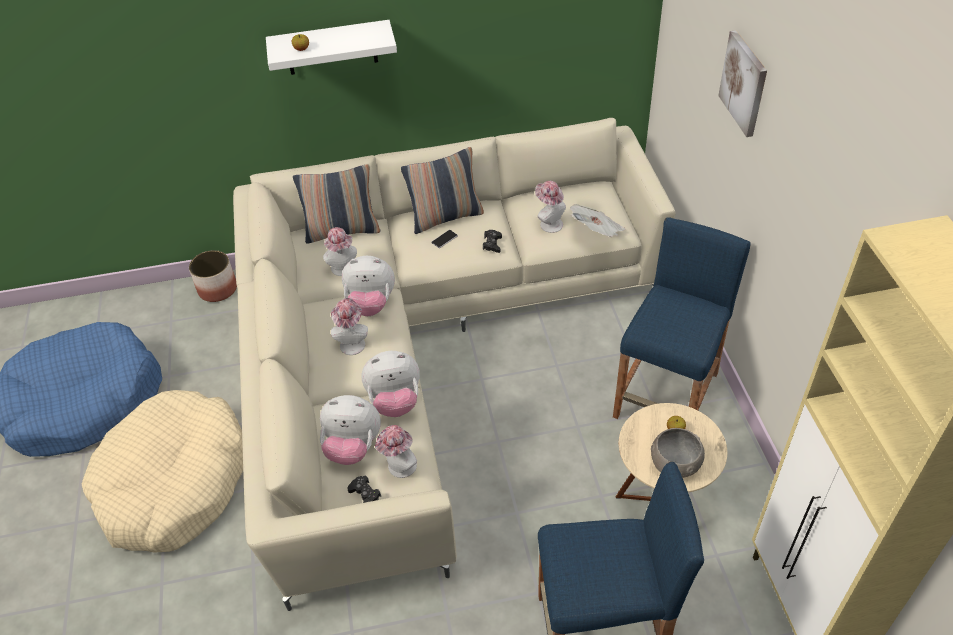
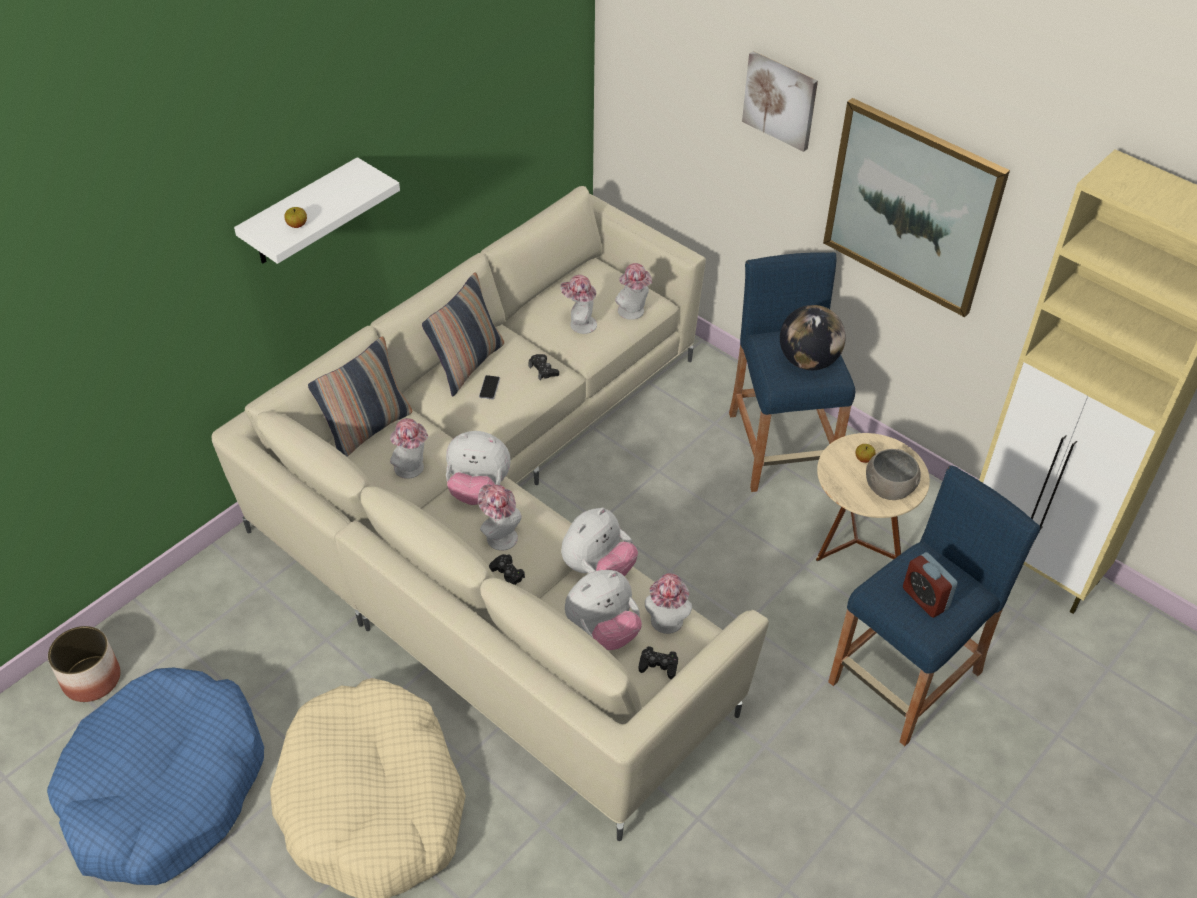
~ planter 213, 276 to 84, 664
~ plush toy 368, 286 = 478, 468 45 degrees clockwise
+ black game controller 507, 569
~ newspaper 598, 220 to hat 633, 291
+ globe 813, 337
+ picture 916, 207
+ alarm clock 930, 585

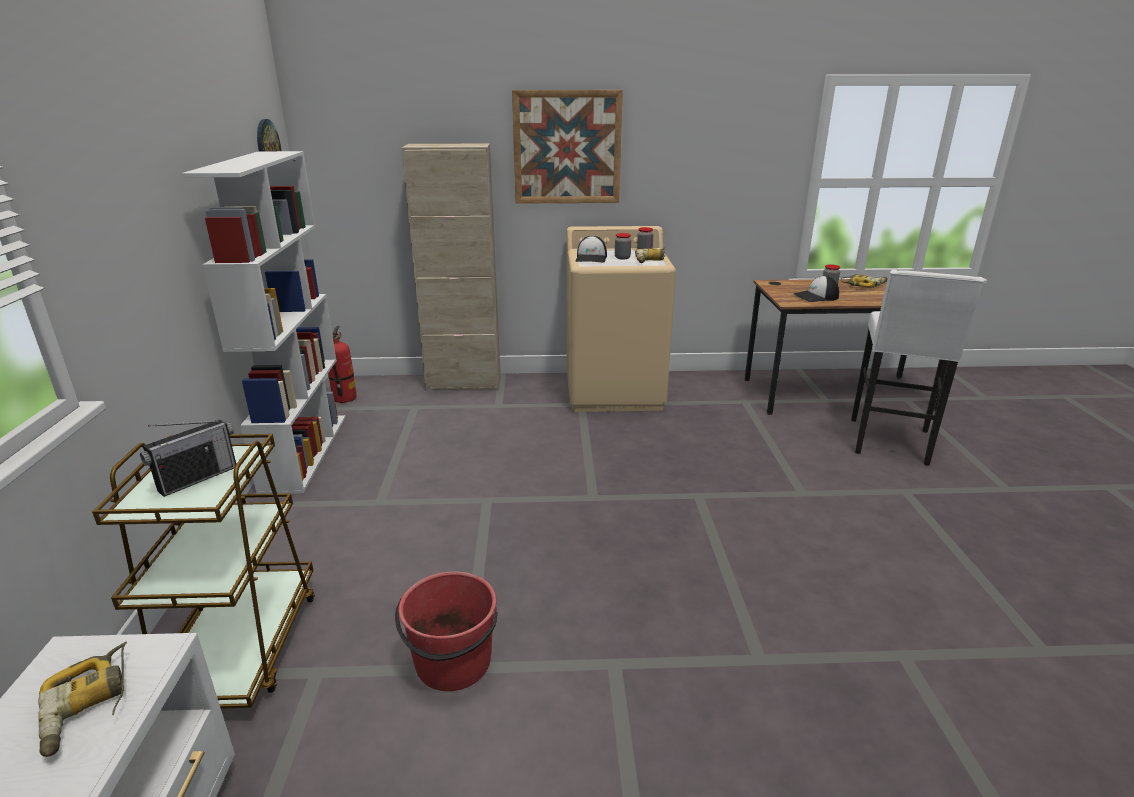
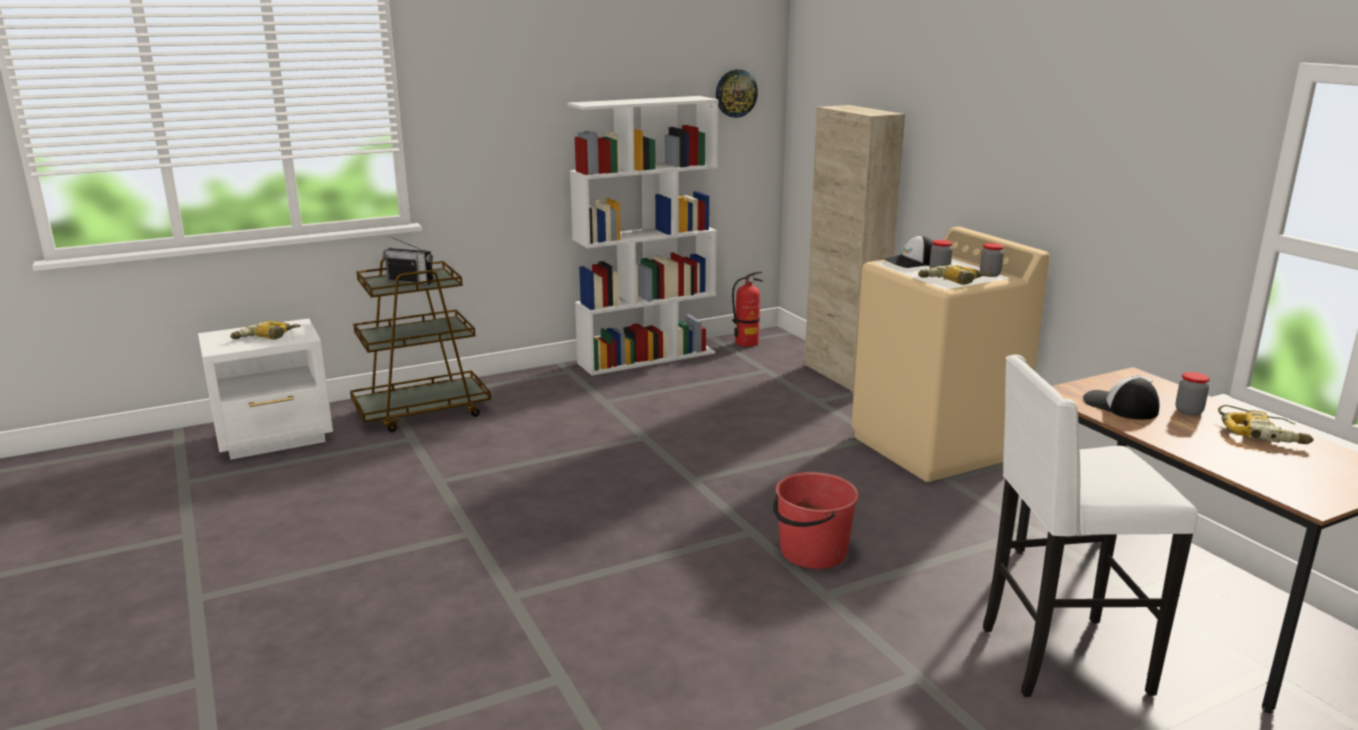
~ red bucket 446, 631 to 816, 520
- picture 567, 147

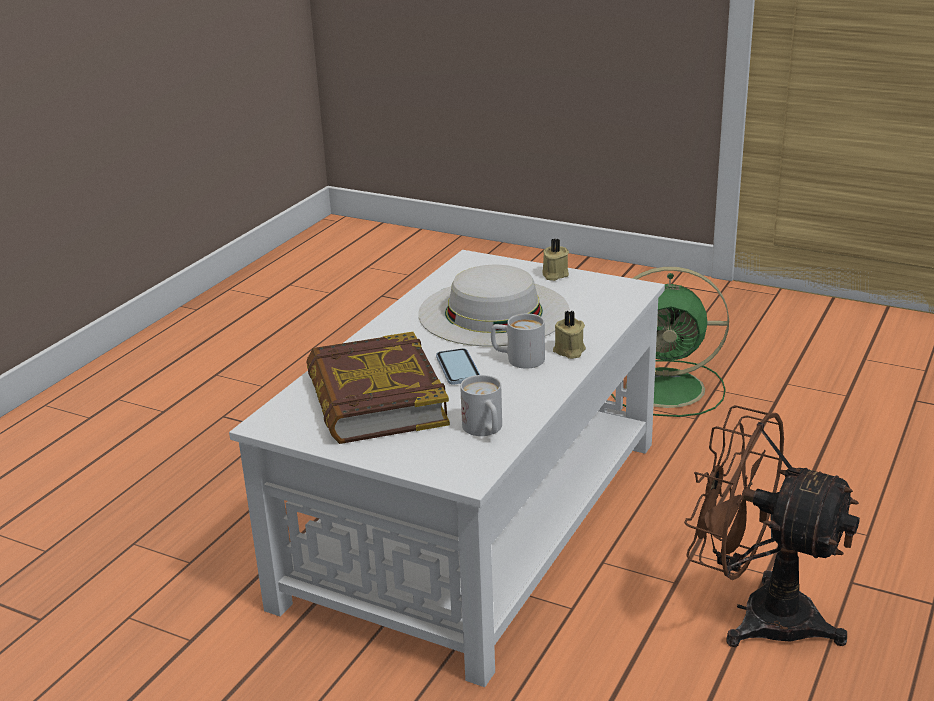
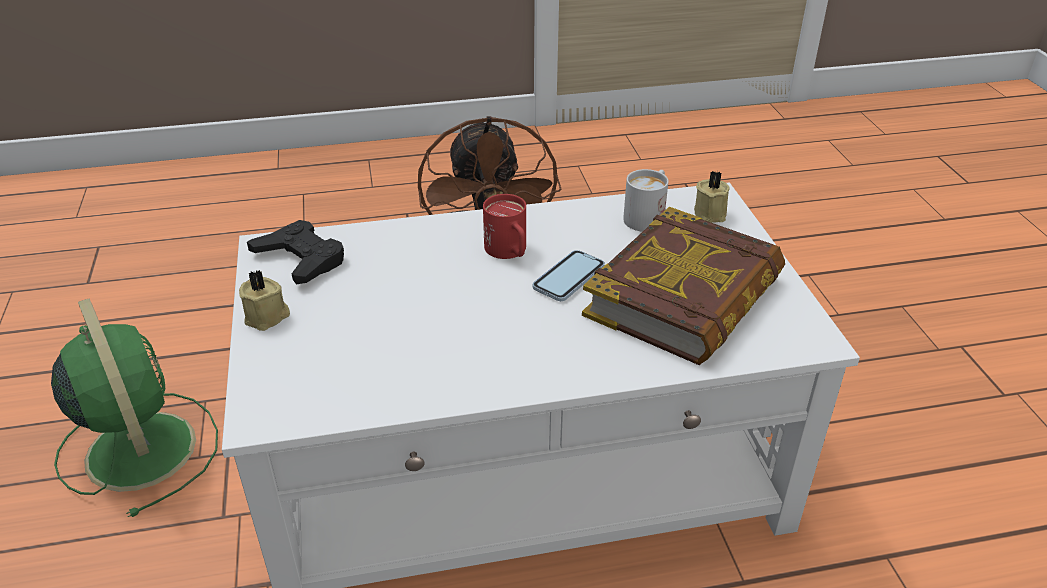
+ black game controller 295, 252
~ white mug 518, 341 to red mug 504, 226
~ beige candle 569, 334 to 712, 197
- white hat 494, 306

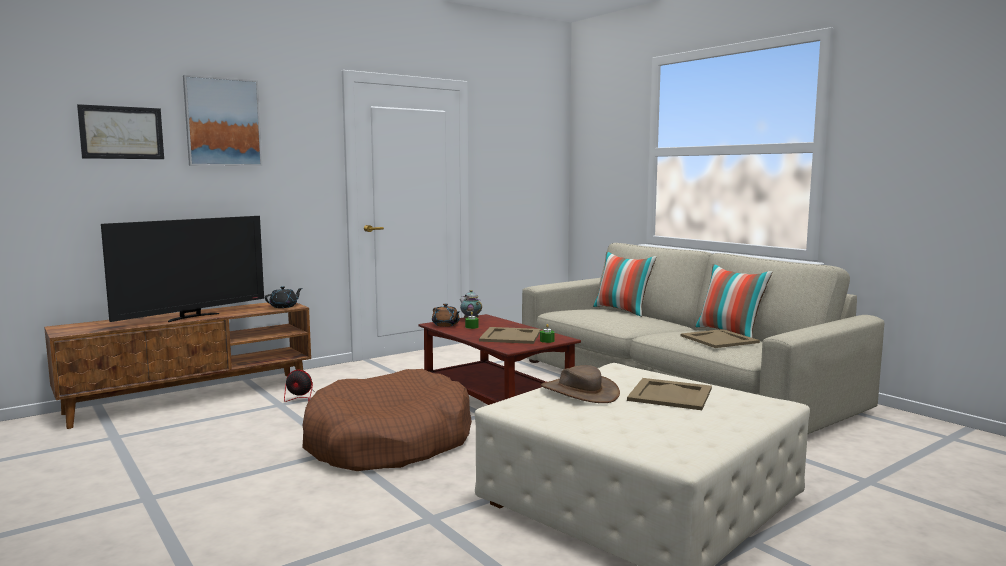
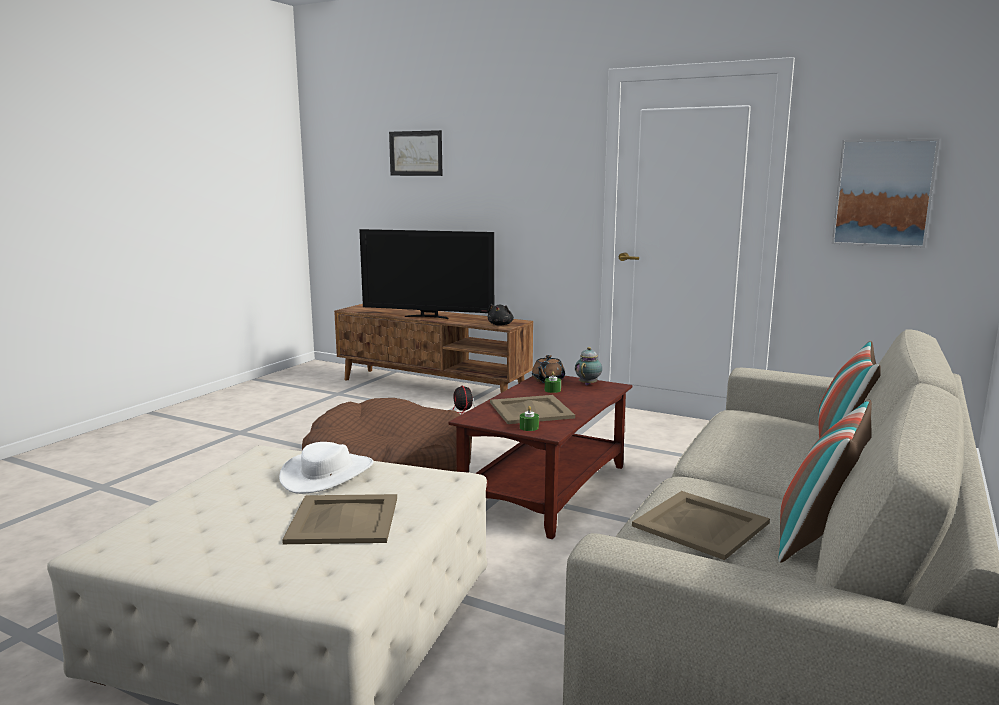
~ brown hat 580, 384 to white hat 326, 468
~ black teapot 283, 297 to black plush toy 501, 315
~ picture 222, 120 to 886, 193

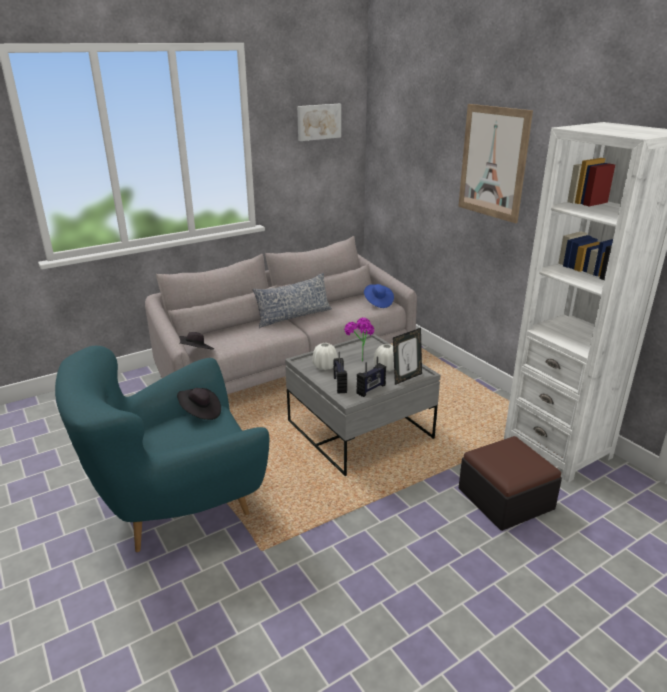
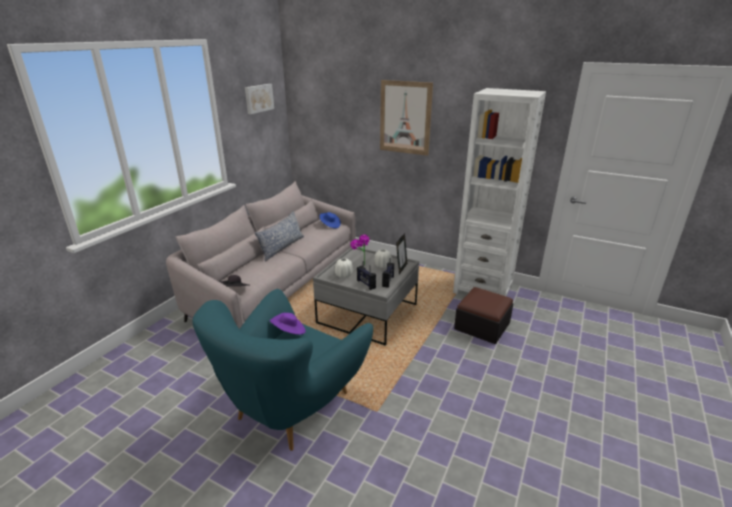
~ black hat 199, 404 to purple hat 288, 324

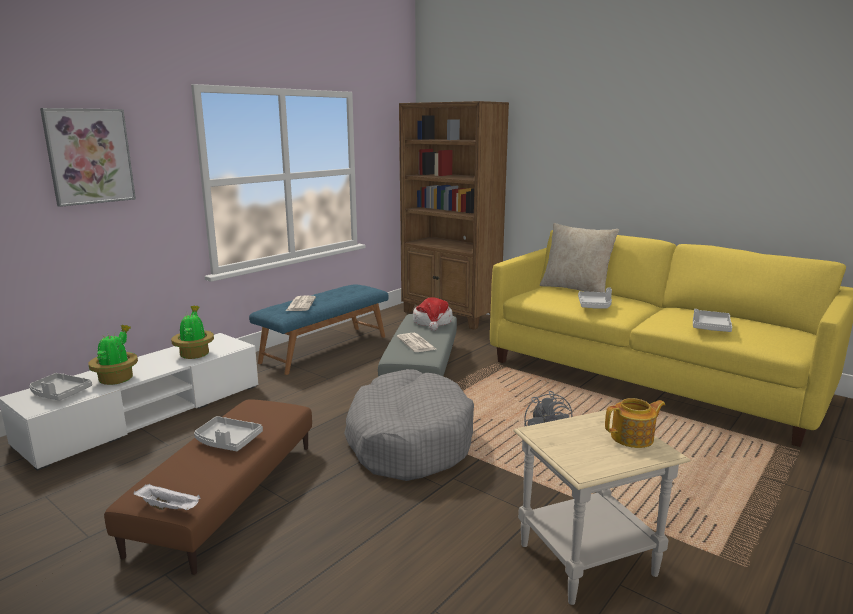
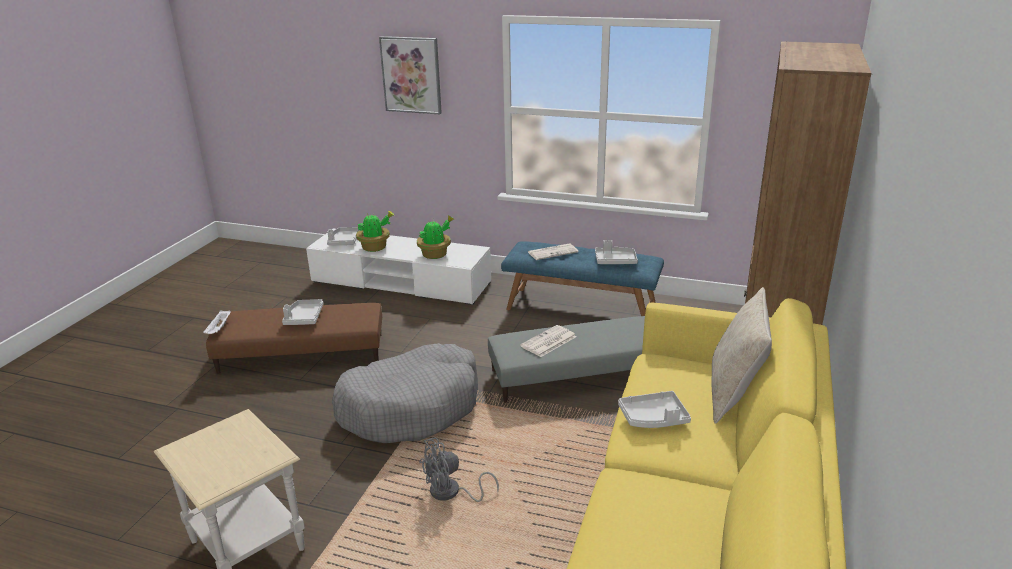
~ grey tray 712, 320 to 616, 252
- hat 433, 314
- teapot 635, 423

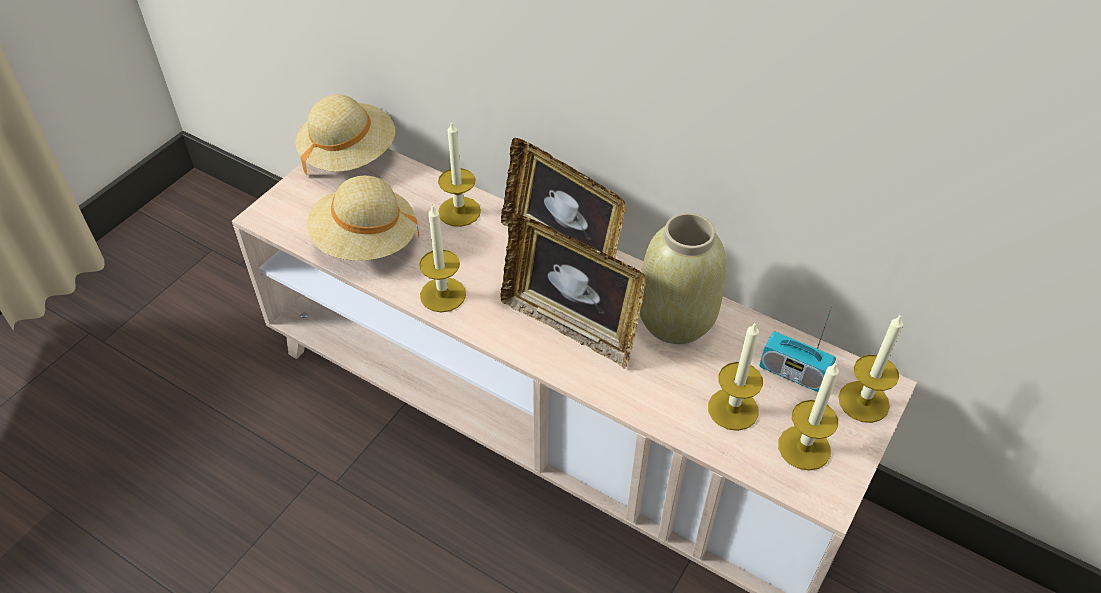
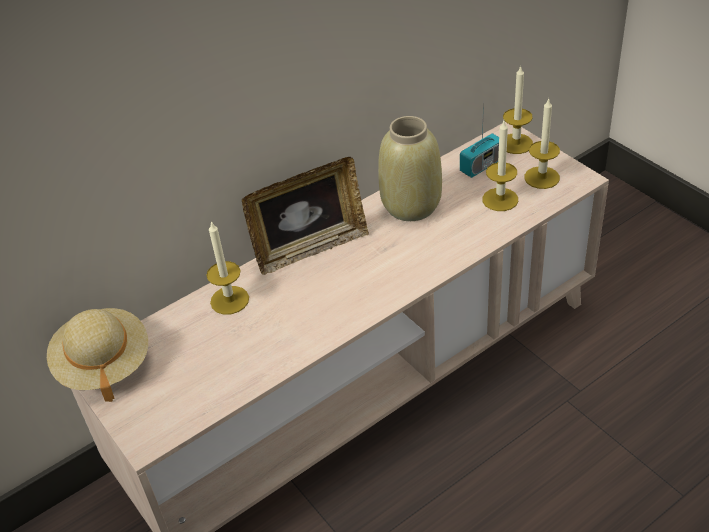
- beige hat 363, 218
- candle 442, 258
- picture frame 573, 291

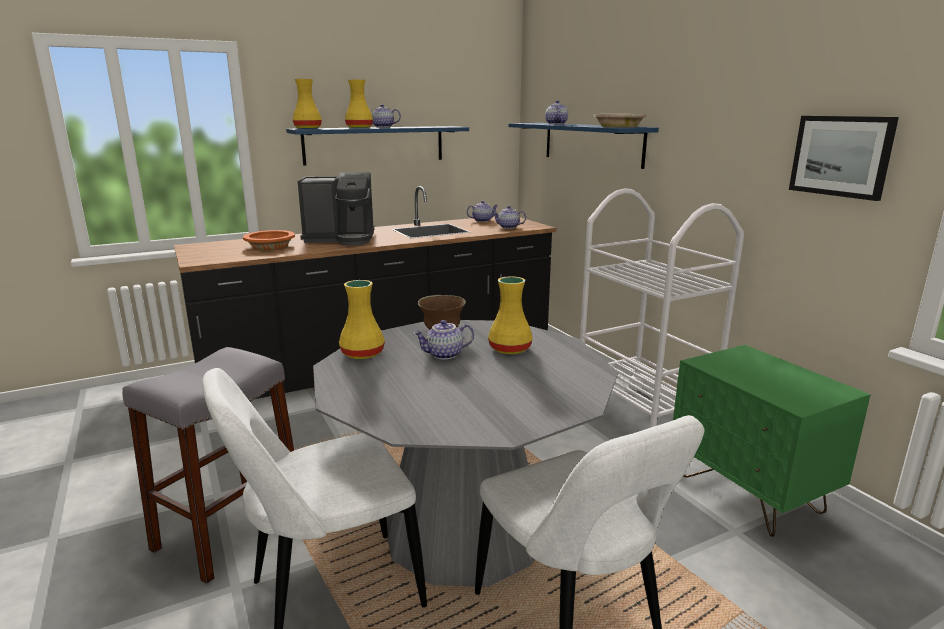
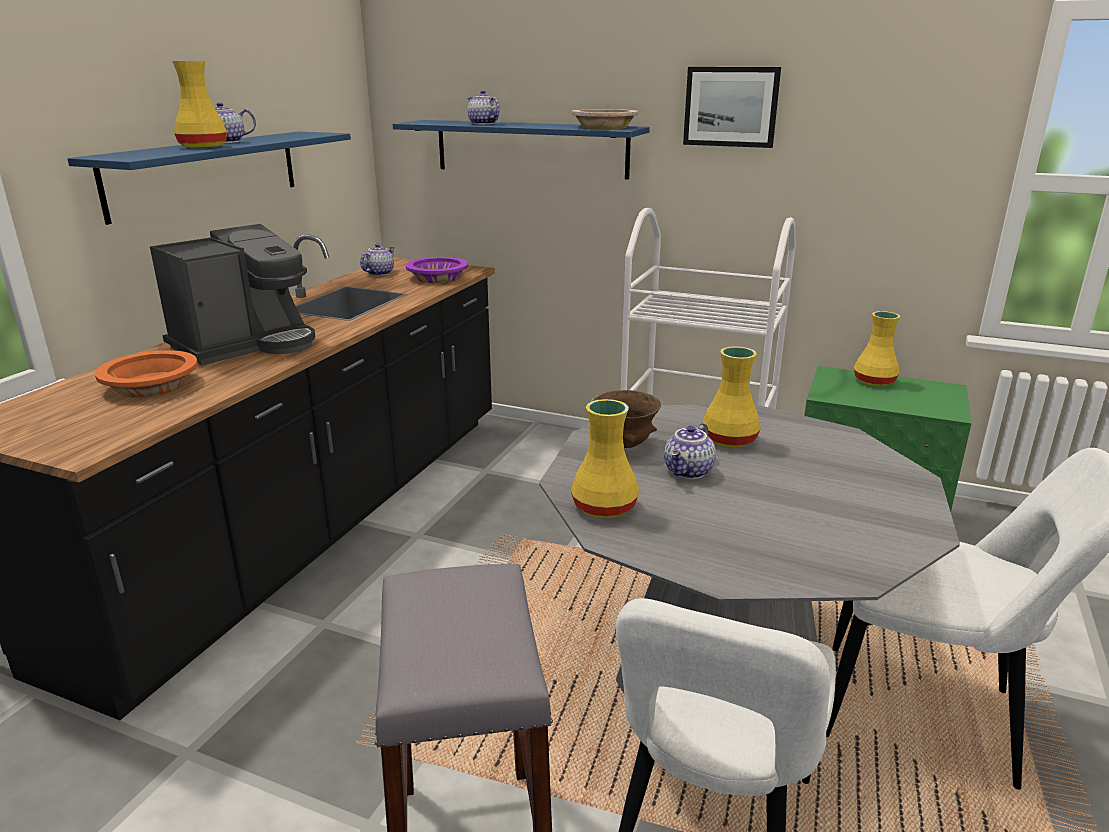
~ teapot 509, 217 to purple bowl 437, 270
~ picture 844, 158 to 732, 107
~ yellow vase 307, 104 to 877, 348

